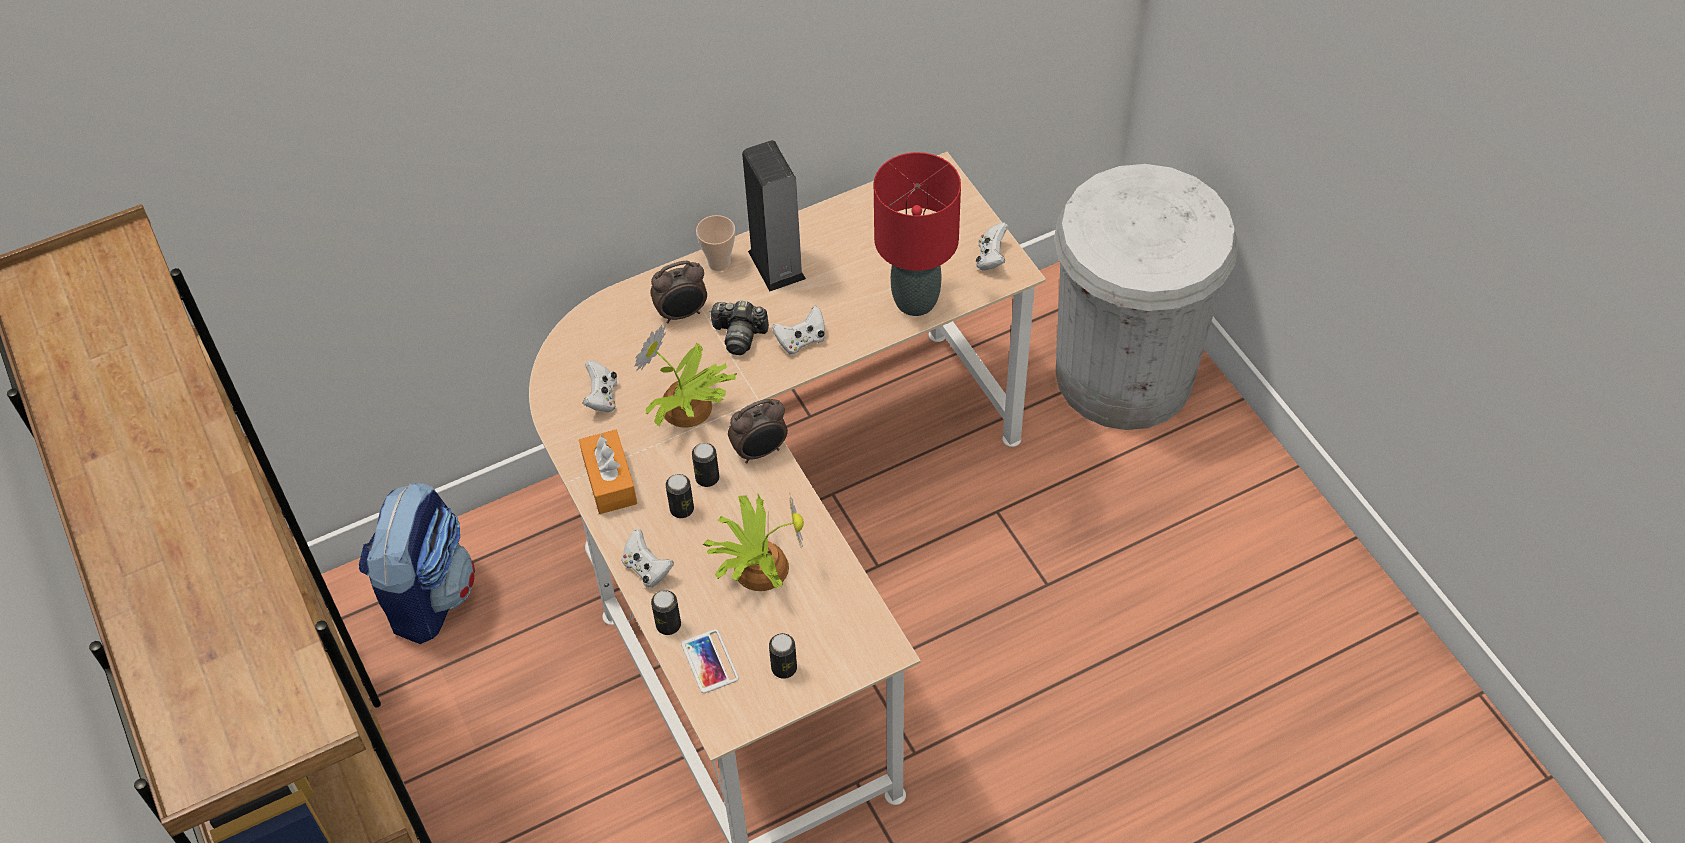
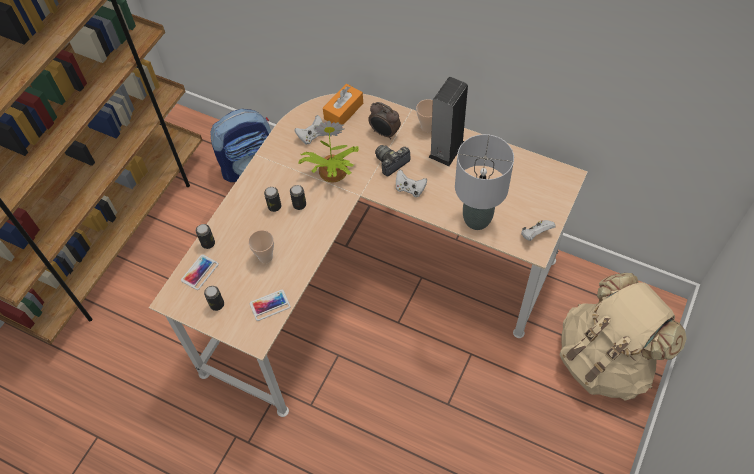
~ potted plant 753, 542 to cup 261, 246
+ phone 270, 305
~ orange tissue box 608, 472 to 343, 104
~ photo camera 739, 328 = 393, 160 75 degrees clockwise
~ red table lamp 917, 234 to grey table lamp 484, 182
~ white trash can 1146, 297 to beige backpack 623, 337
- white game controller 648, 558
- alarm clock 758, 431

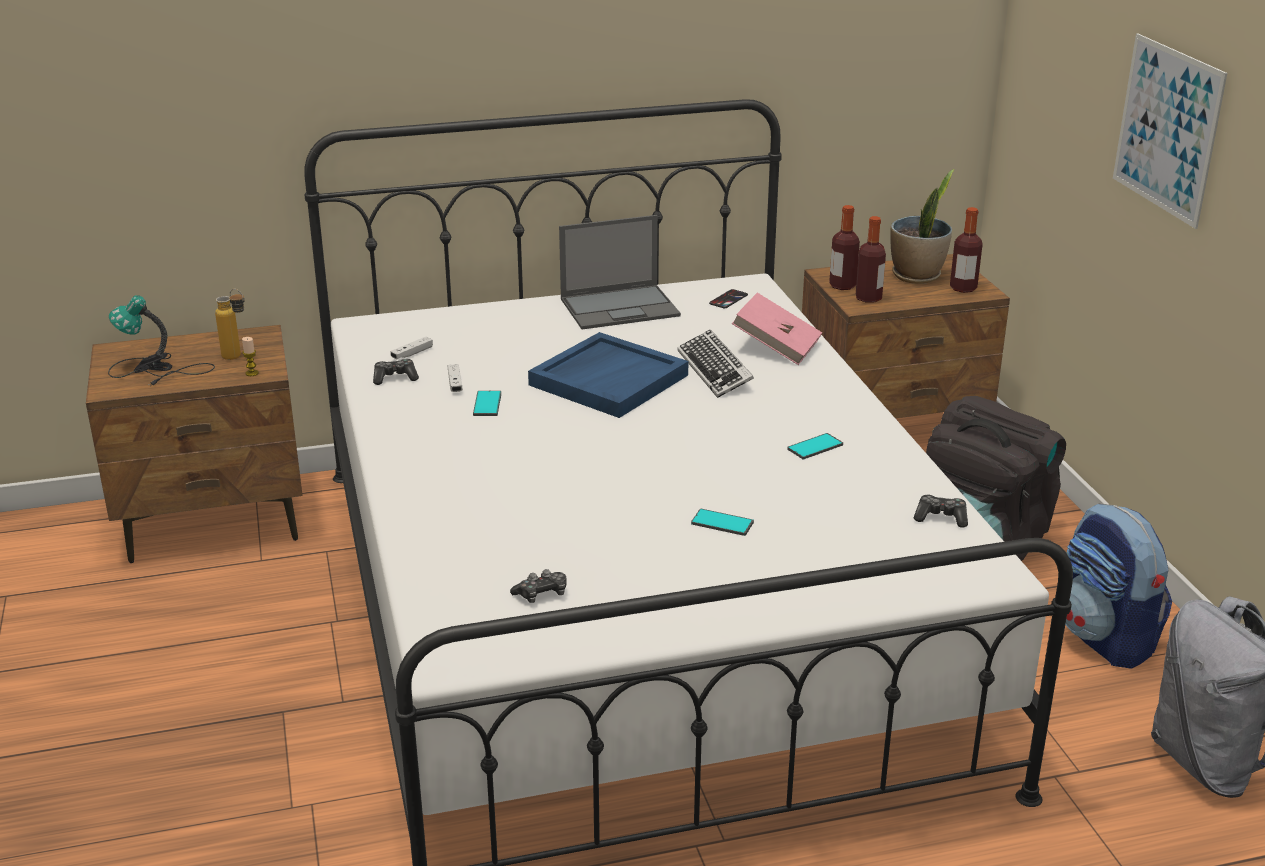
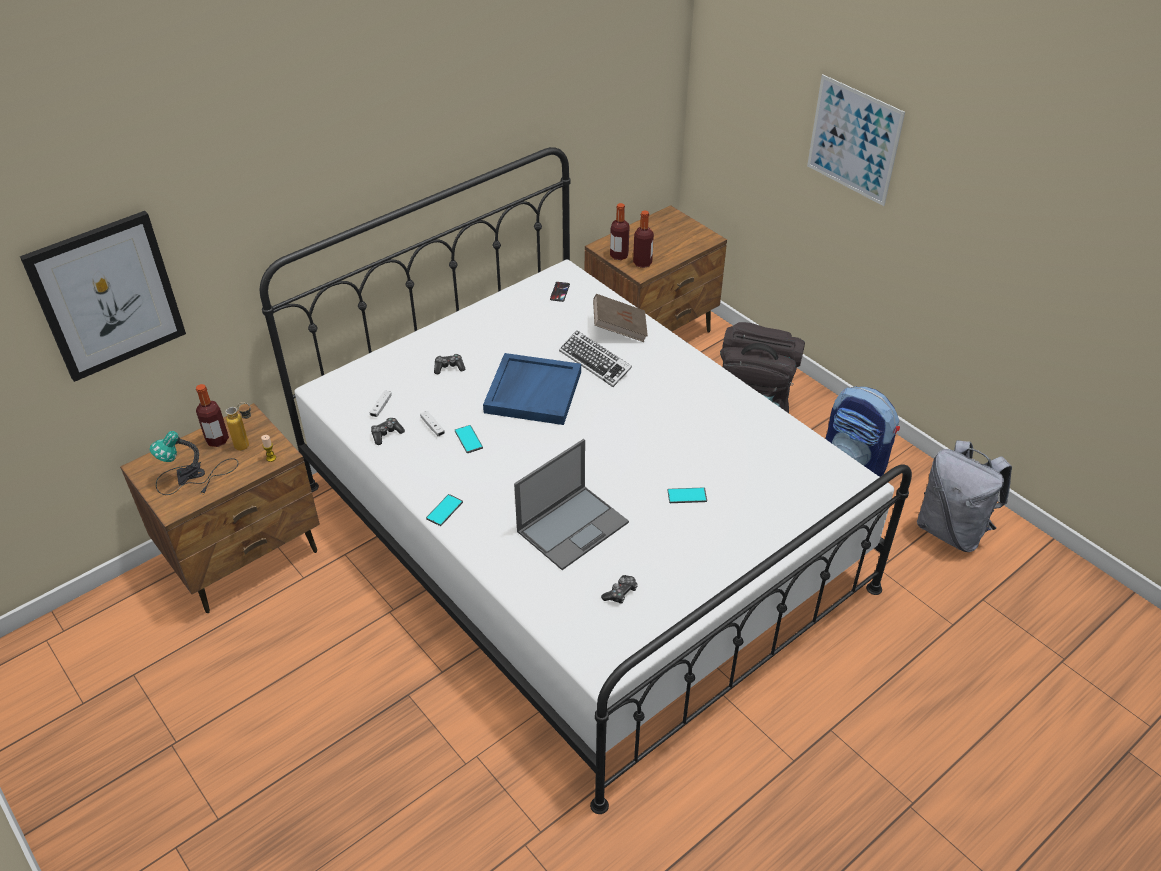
+ picture 103, 296
~ bottle 966, 250 to 212, 415
~ phone 815, 446 to 444, 510
~ game controller 941, 511 to 449, 364
~ laptop 620, 272 to 571, 504
~ pink book 777, 329 to brown book 620, 318
- potted plant 922, 226

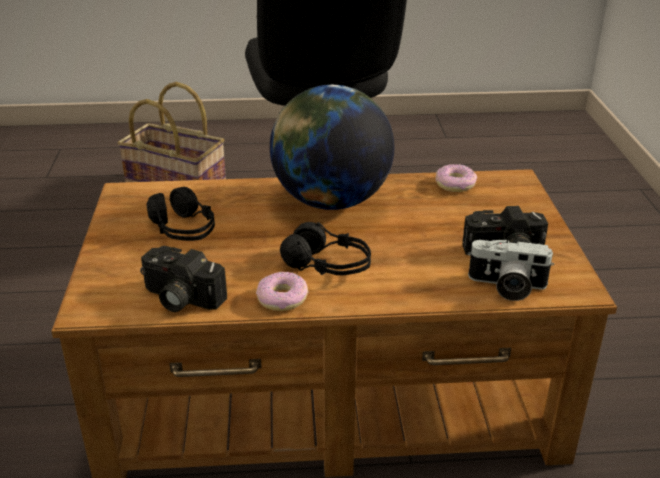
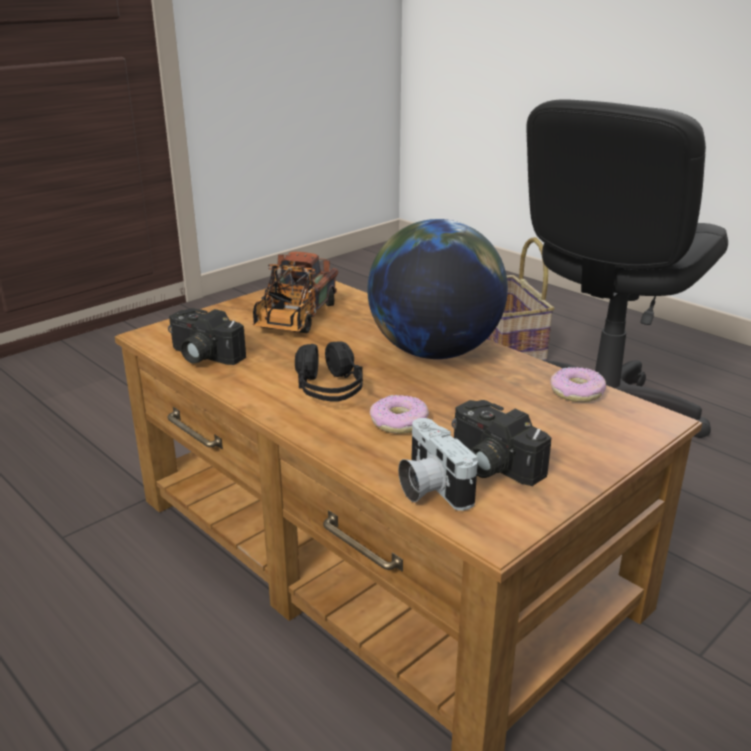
~ photo camera 183, 279 = 207, 336 45 degrees counterclockwise
~ black headphones 181, 214 to toy truck 295, 292
~ donut 282, 291 to 399, 414

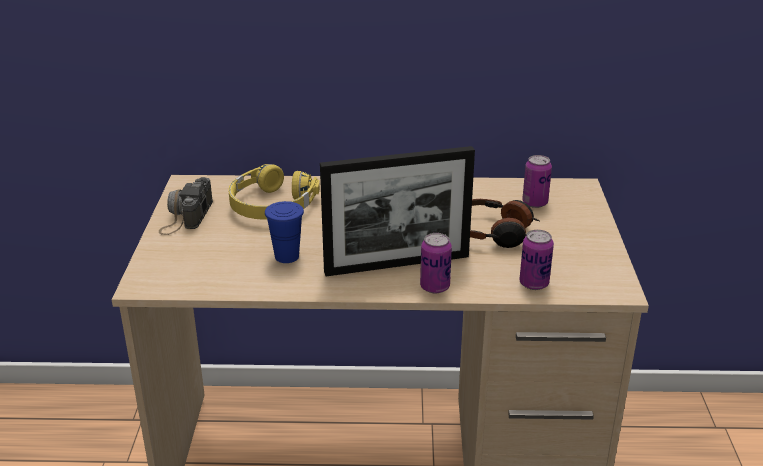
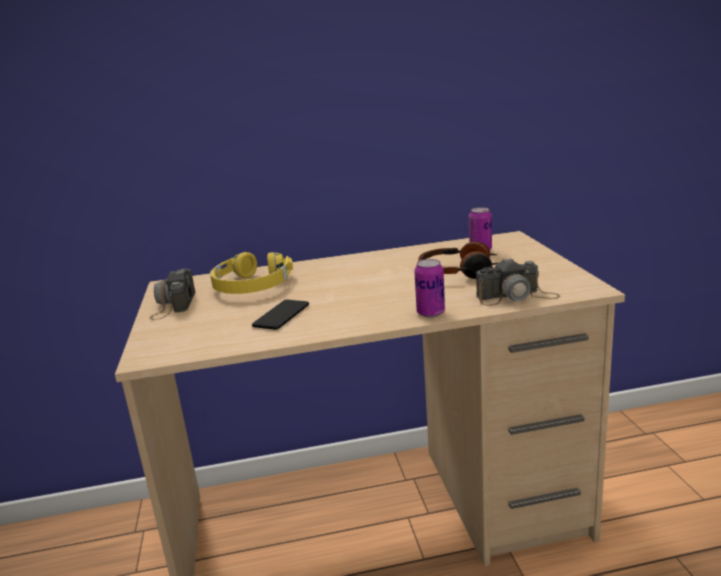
~ blue cup 284, 232 to phone 280, 314
~ can 537, 260 to photo camera 518, 281
- picture frame 397, 211

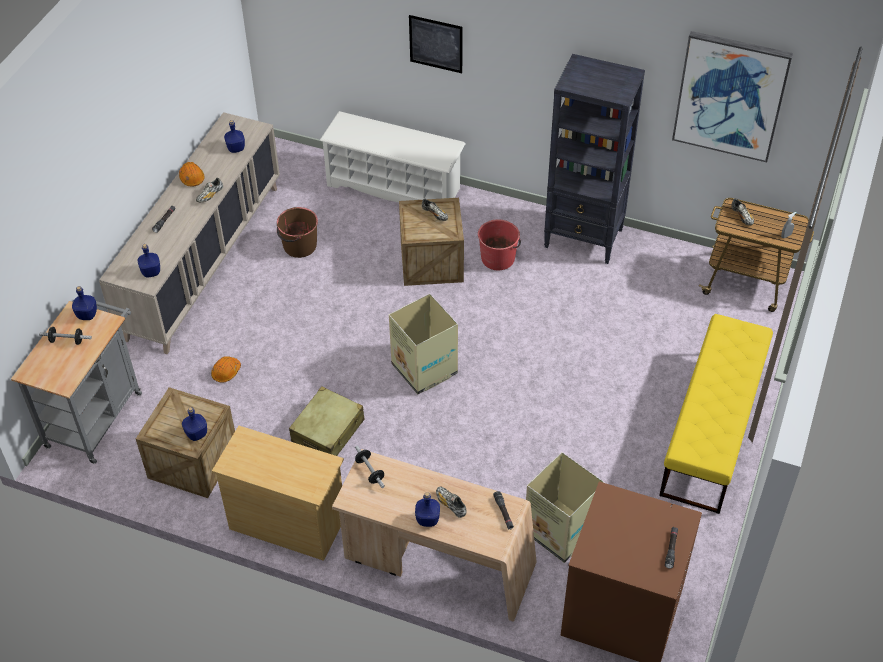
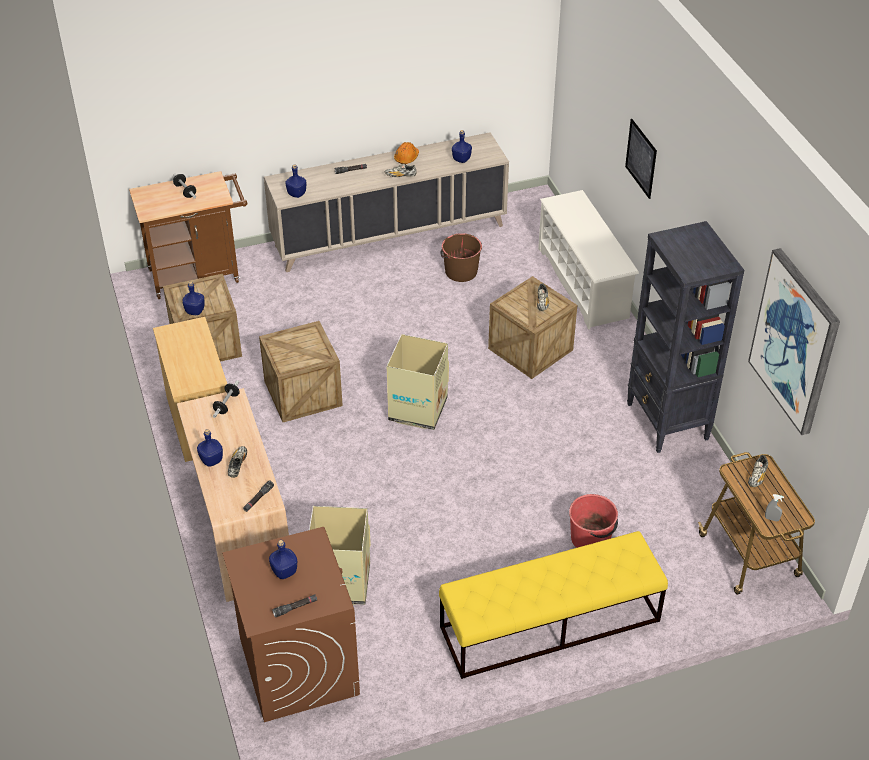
~ grey cart 76, 380 to brown cart 188, 235
~ beige suitcase 326, 421 to crate 301, 371
~ blue bottle 84, 303 to 283, 559
~ red bucket 499, 244 to 593, 521
- orange hard hat 226, 369

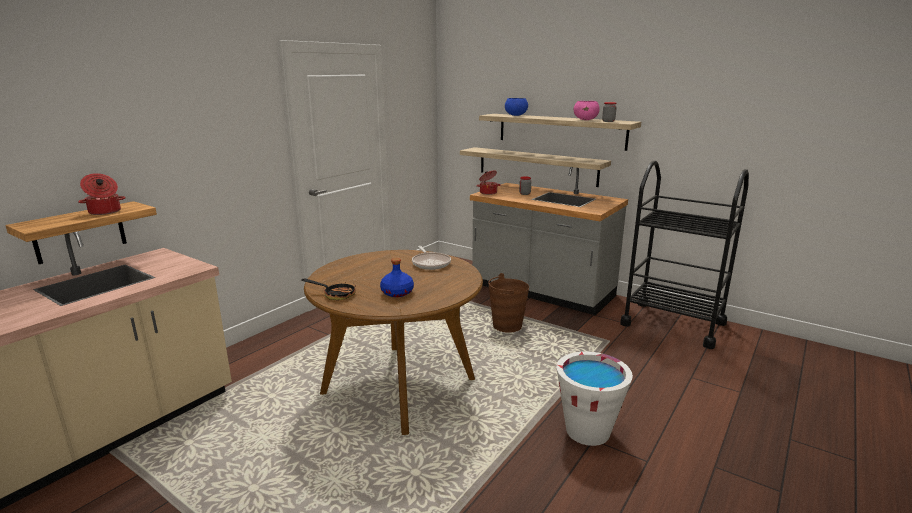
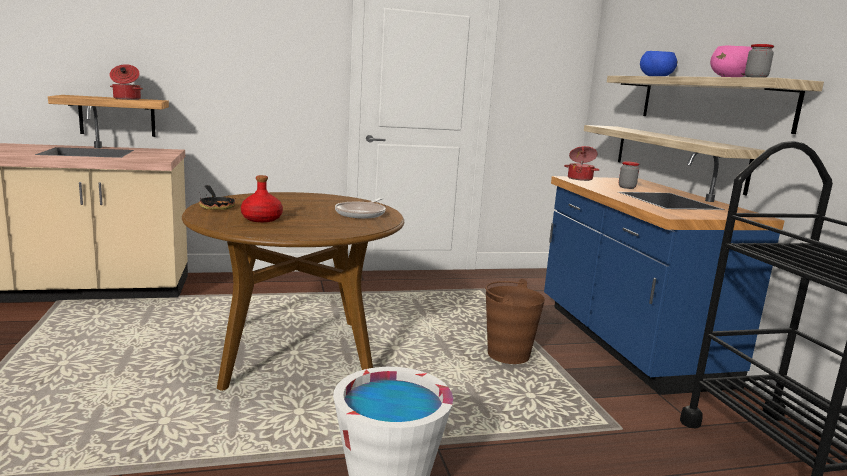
~ blue bottle 397, 277 to red bottle 262, 198
~ grey counter 549, 241 to blue counter 664, 273

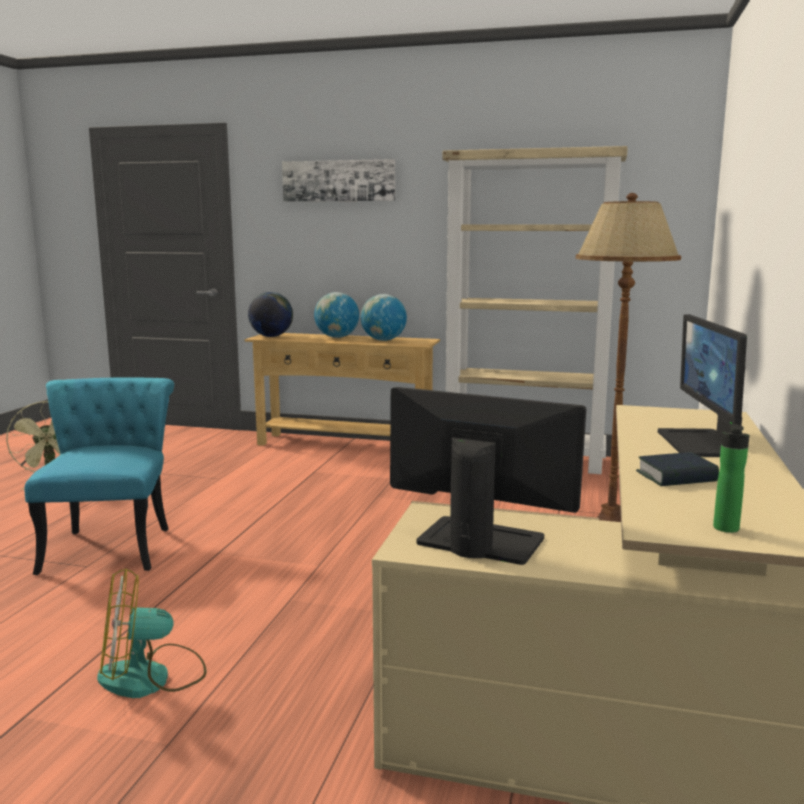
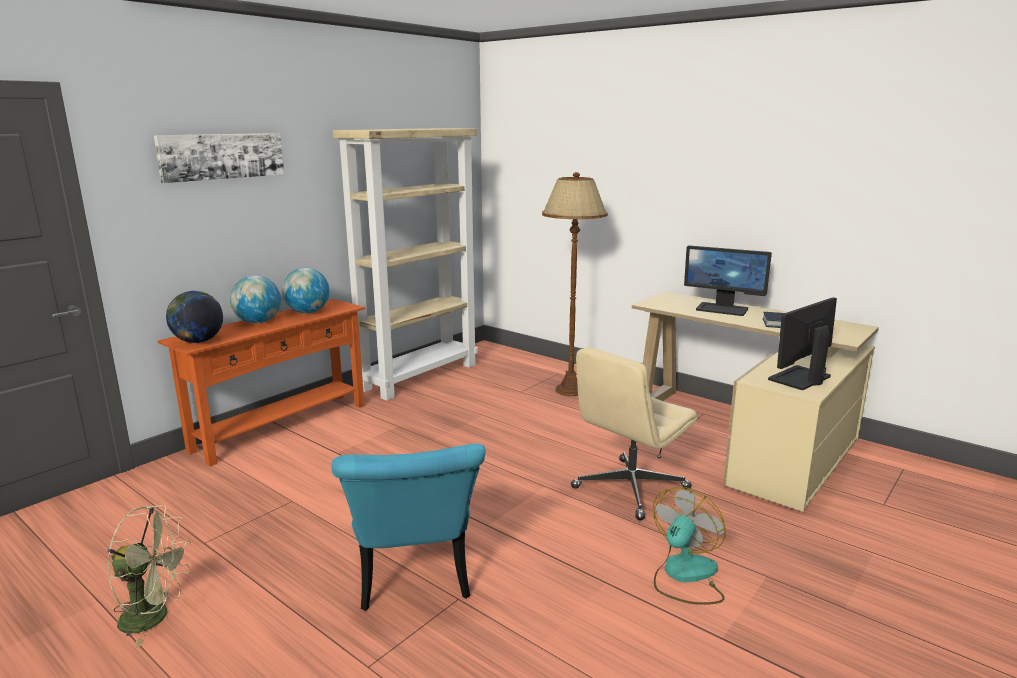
~ beige console table 342, 389 to orange console table 261, 383
~ turquoise chair 99, 476 = 408, 527 120 degrees counterclockwise
+ beige office chair 634, 434
~ fan 152, 633 = 689, 546 150 degrees counterclockwise
- bottle 731, 478

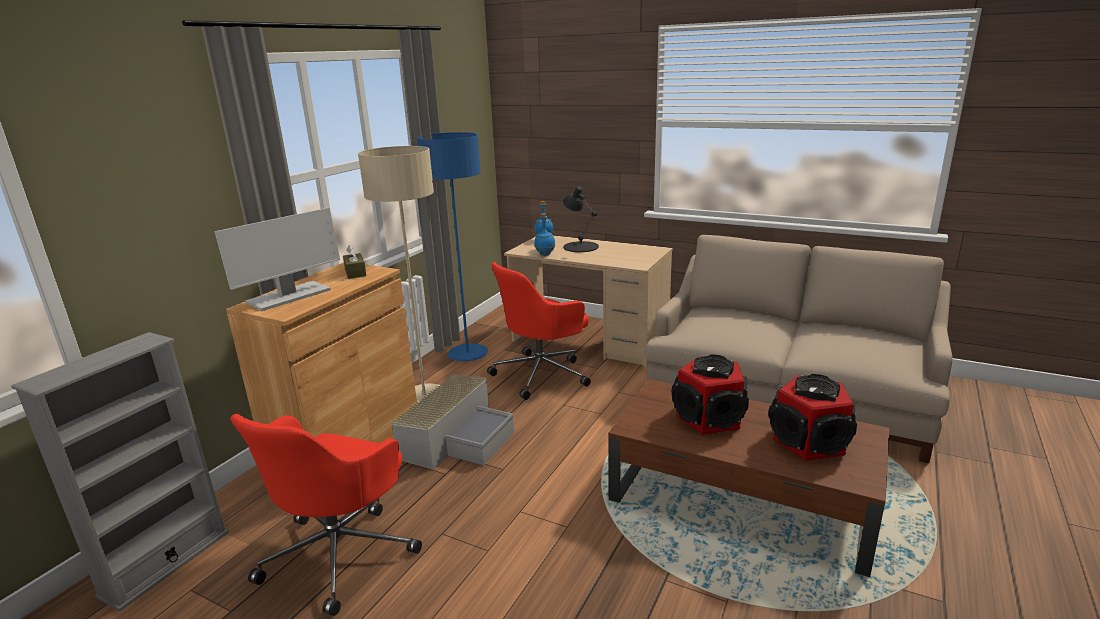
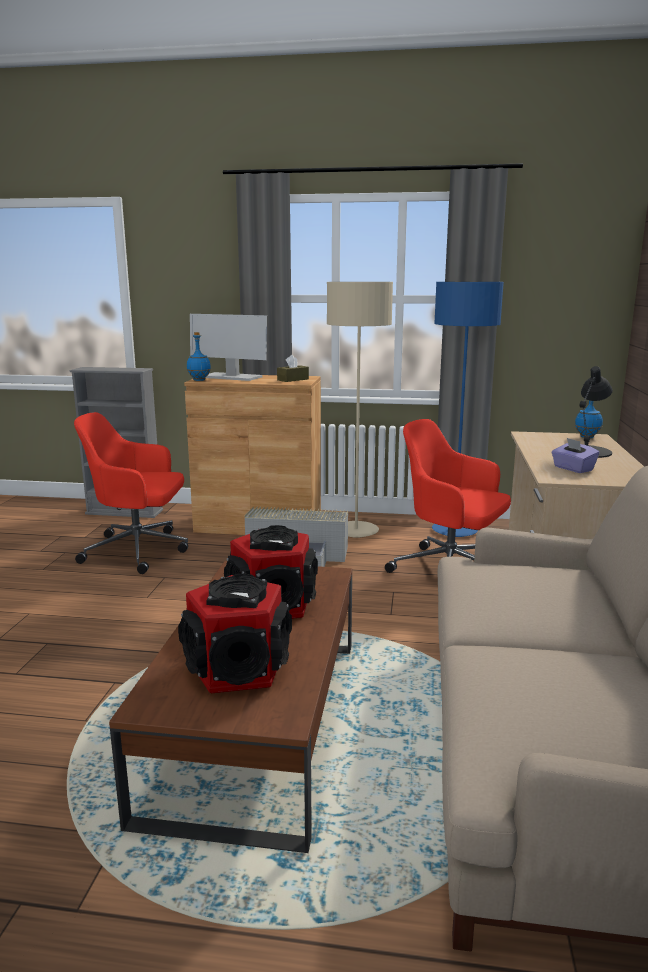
~ blue bottle 544, 234 to 199, 356
+ purple tissue box 575, 455

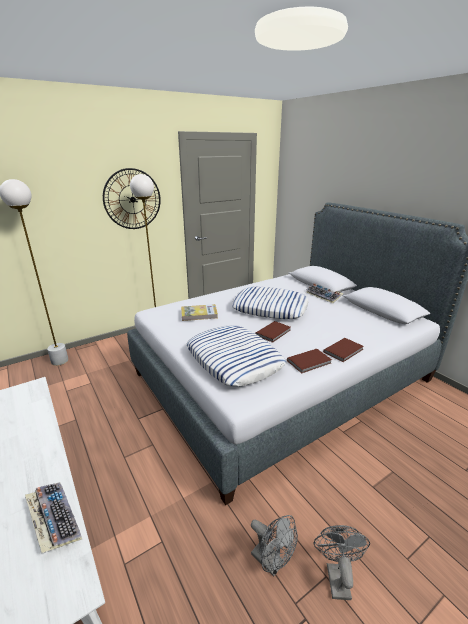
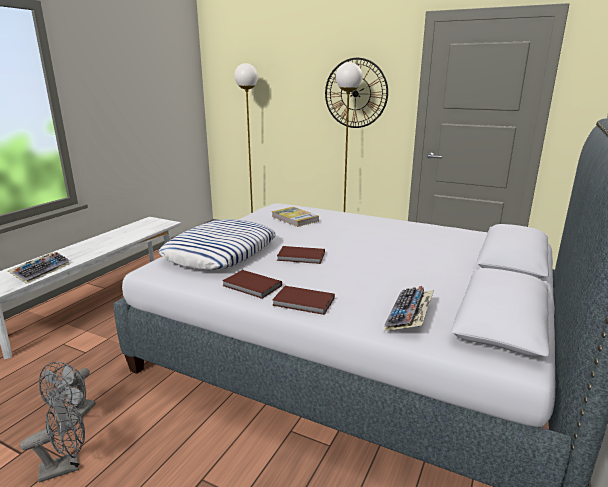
~ keyboard 325, 293 to 409, 308
- pillow 270, 302

